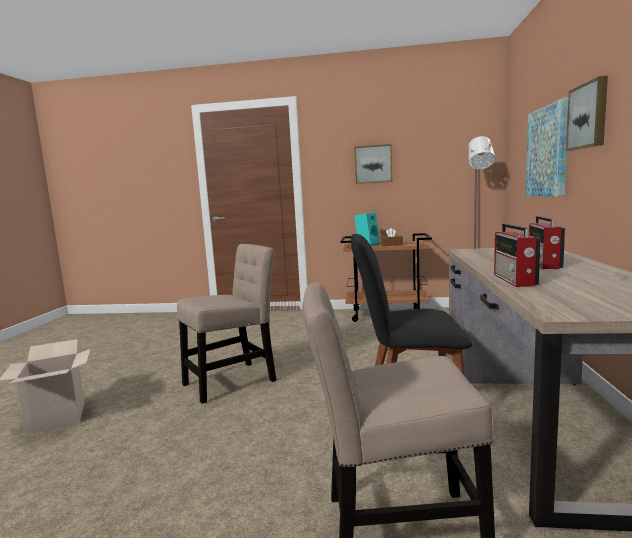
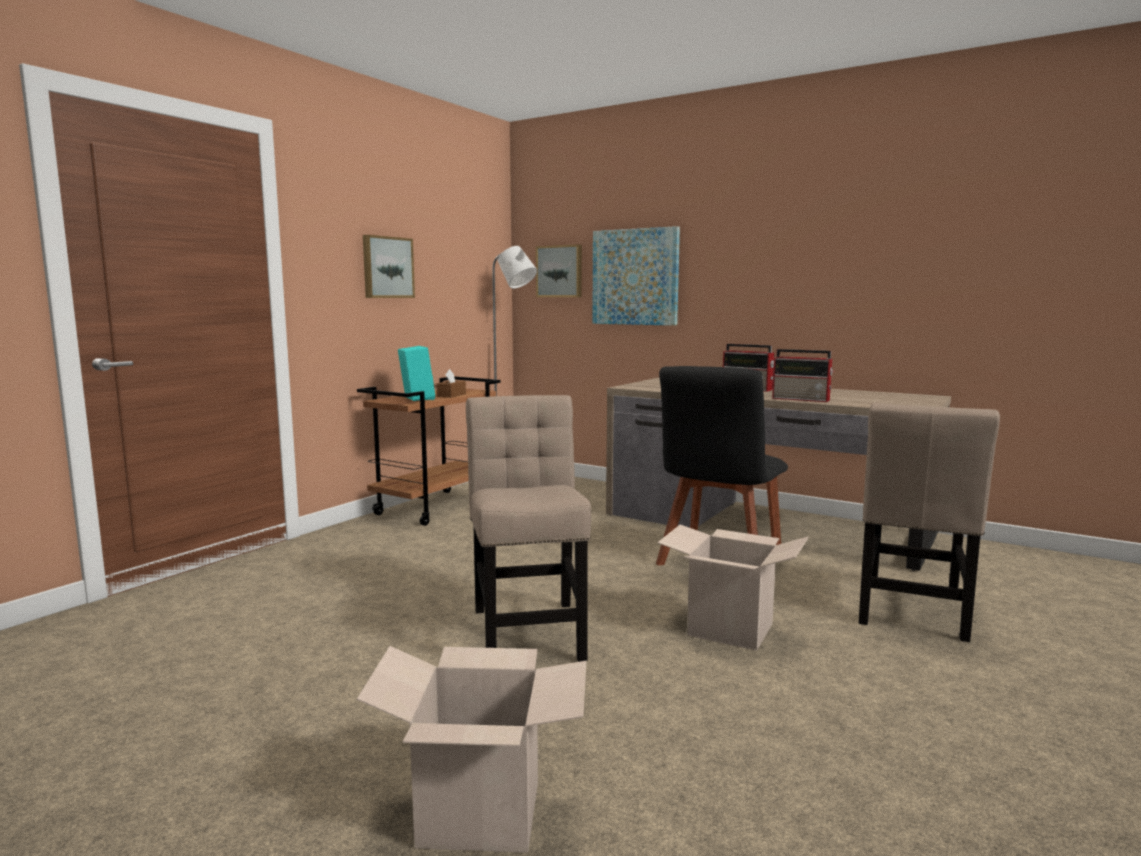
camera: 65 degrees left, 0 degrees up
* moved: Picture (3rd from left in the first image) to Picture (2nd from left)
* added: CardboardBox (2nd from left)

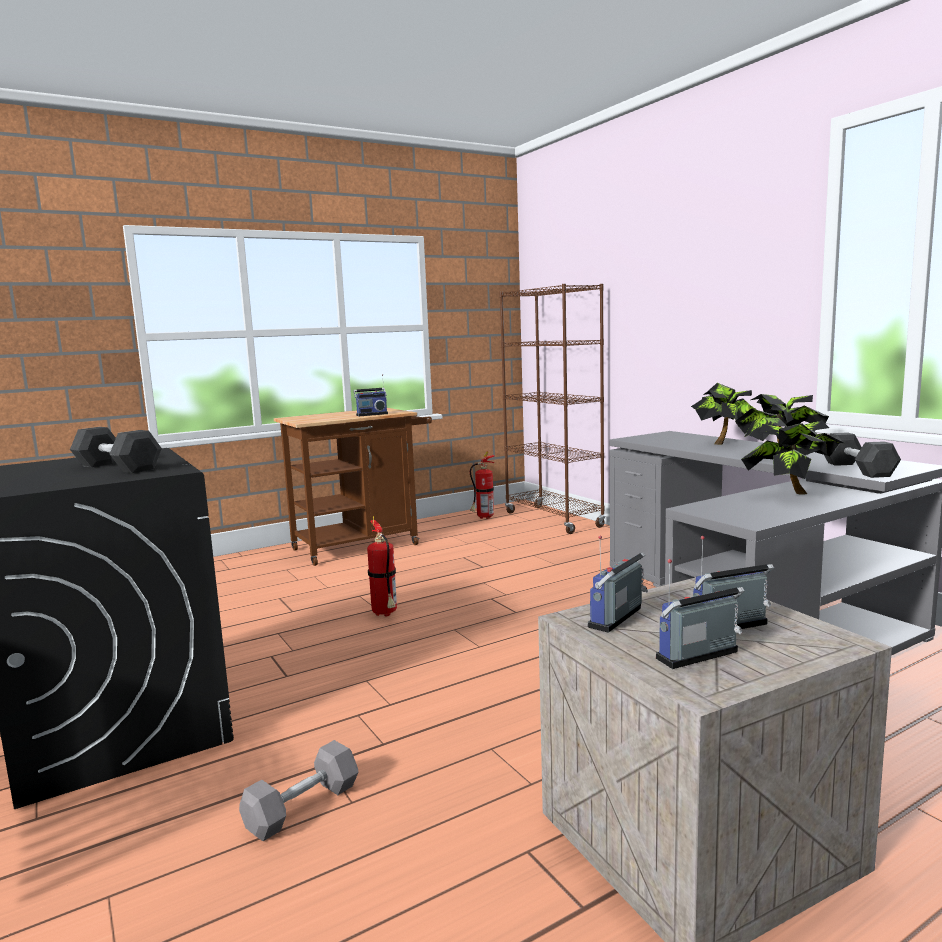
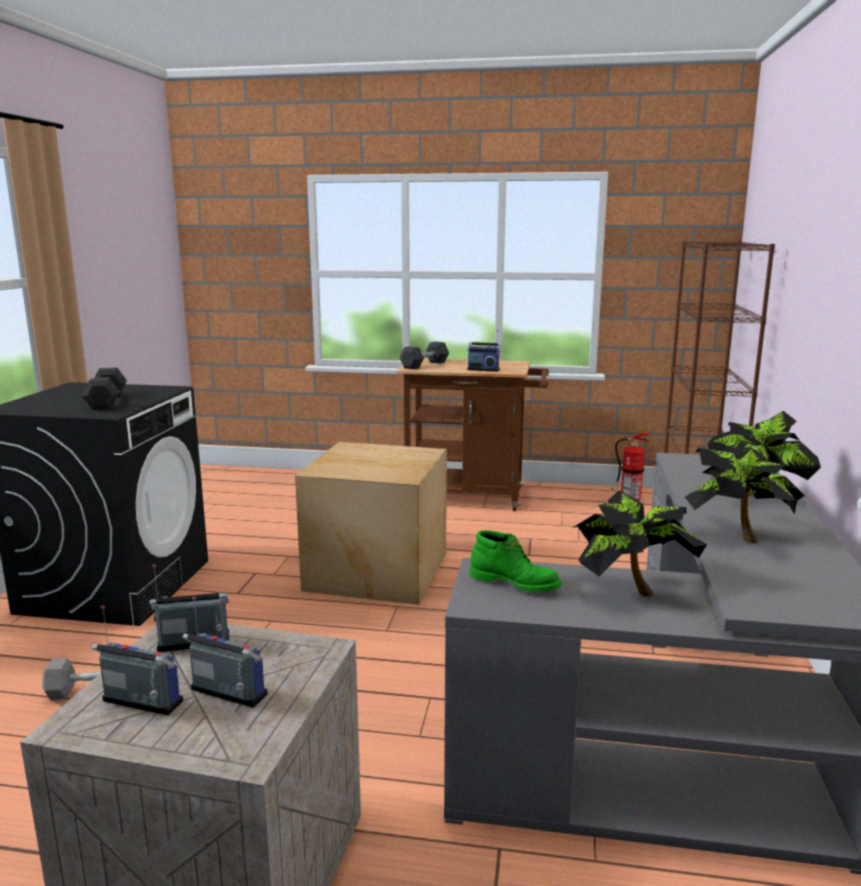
camera: 40 degrees right, 5 degrees up
* replaced: FireExtinguisher (1st from left) to CardboardBox
* moved: GreyDumbbell (3rd from left)
* added: GreenBoot

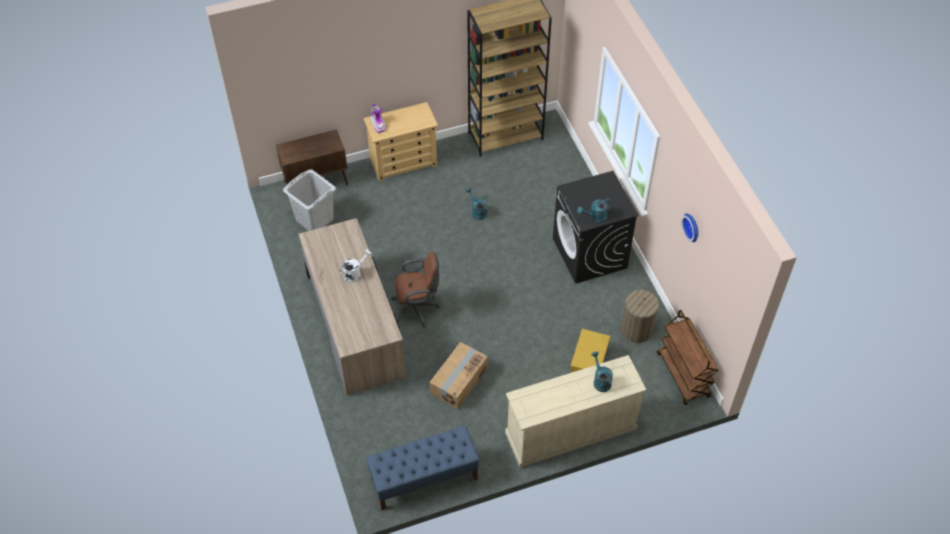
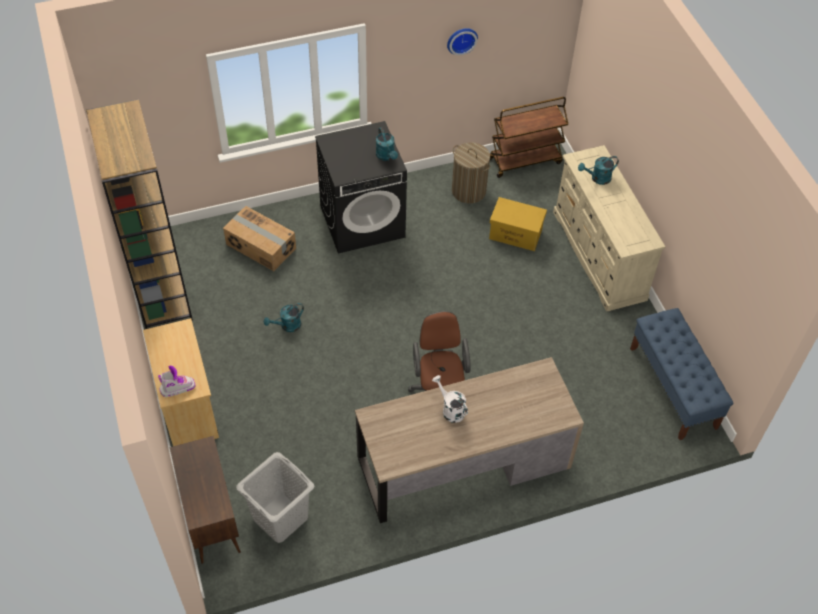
camera: 90 degrees left, 0 degrees up
* moved: CardboardBox

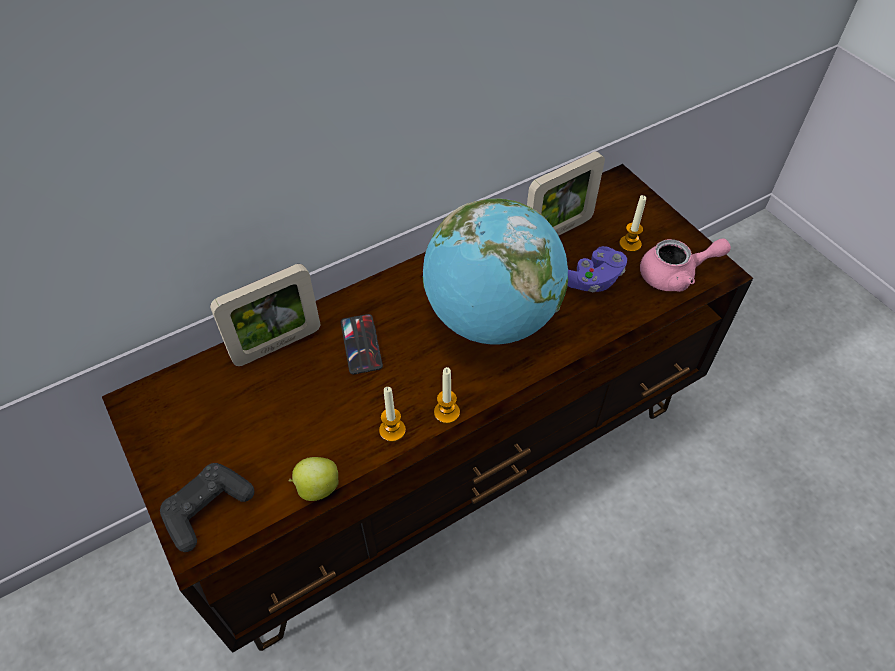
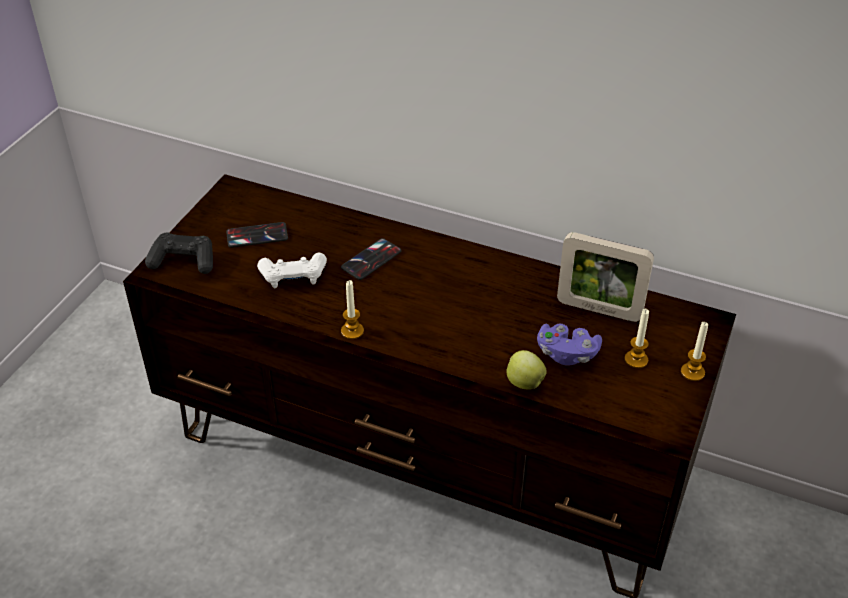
camera: 55 degrees right, 10 degrees down
* removed: PictureFrame (1st from left)
* moved: Apple
* moved: Candle (1st from left in the first image) to Candle (3rd from left)
* removed: Globe
* removed: PinkTeapot
* added: Phone (1st from left)
* added: WhiteGameController

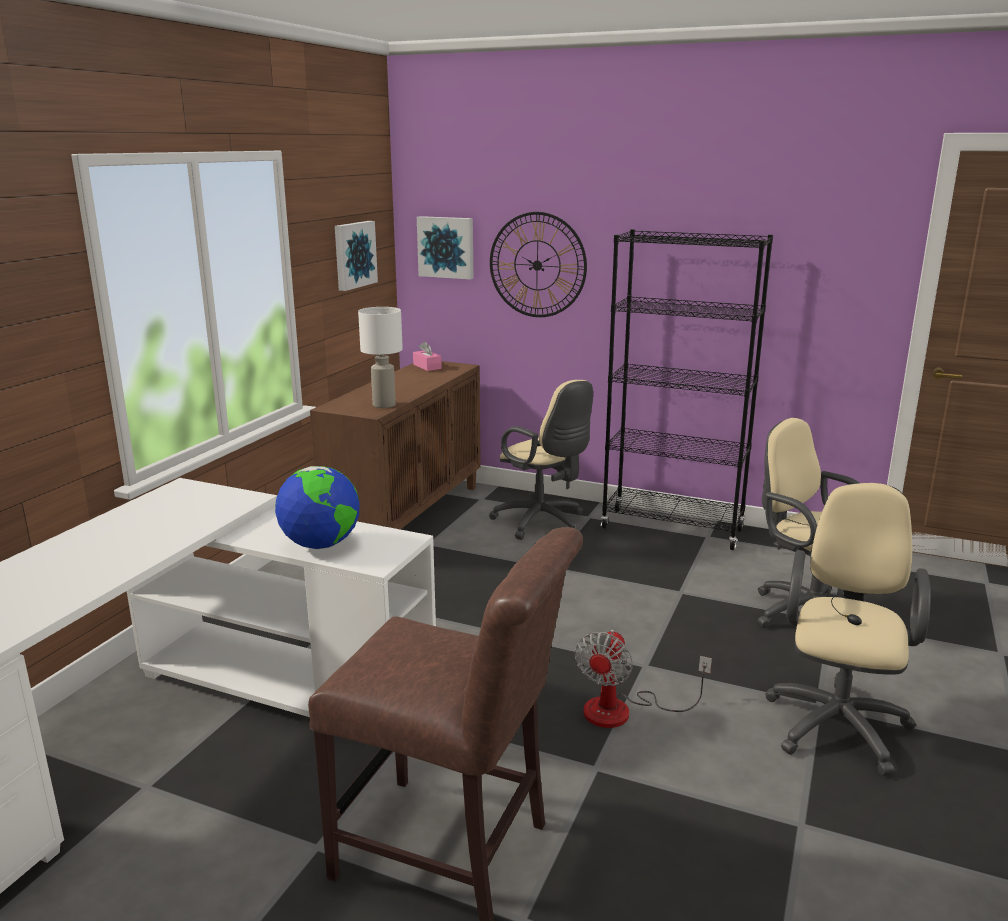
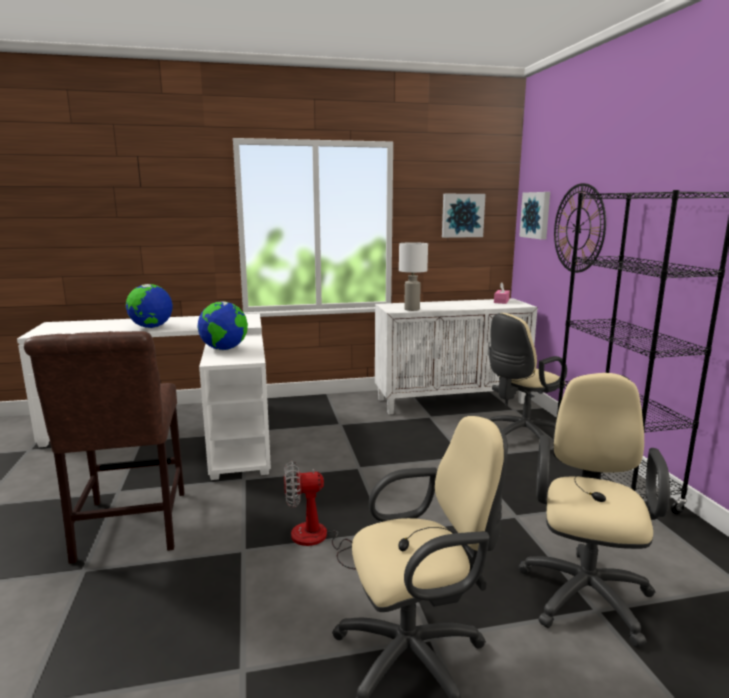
camera: 55 degrees right, 5 degrees down
* recoloured: BrownCabinet to WhiteCabinet
* turned: BeigeOfficeChair (1st from left in the first image) 45 degrees clockwise
* added: Globe (1st from left)

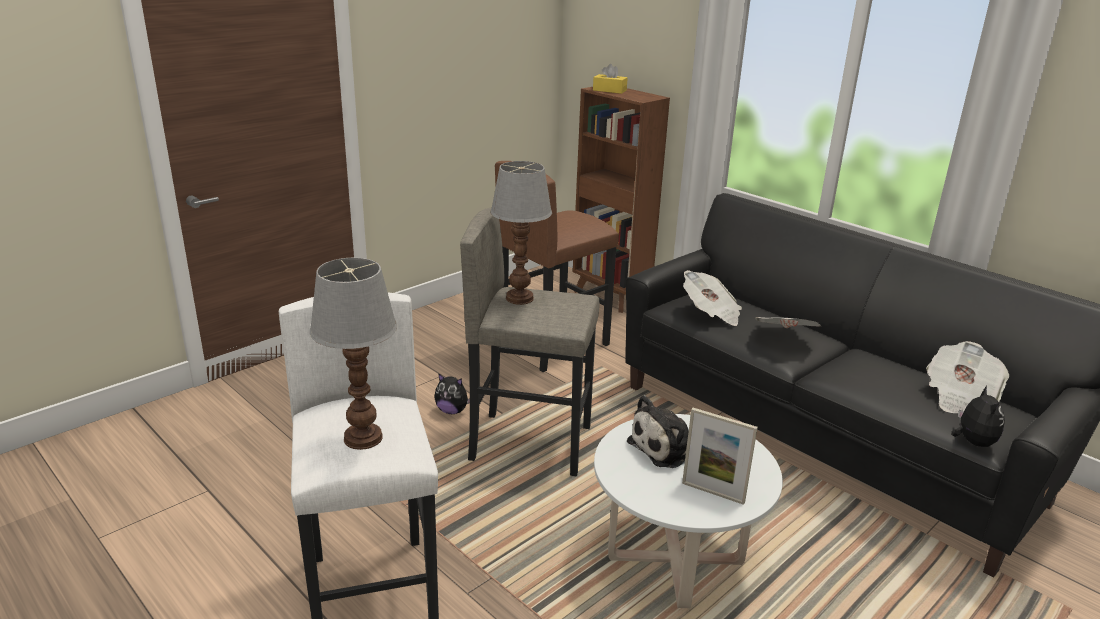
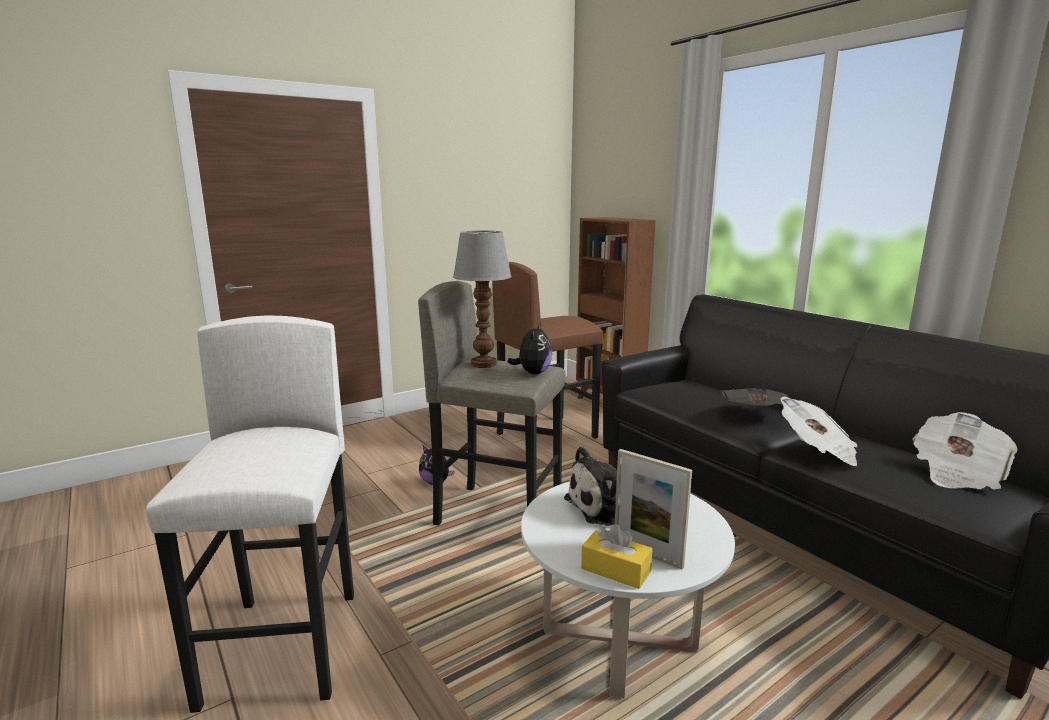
camera: 10 degrees right, 10 degrees down
* removed: TableLamp (1st from left)
* moved: YellowTissueBox
* moved: Newspaper (1st from left in the first image) to Newspaper (2nd from left)
* moved: PlushToy (3rd from left in the first image) to PlushToy (2nd from left)

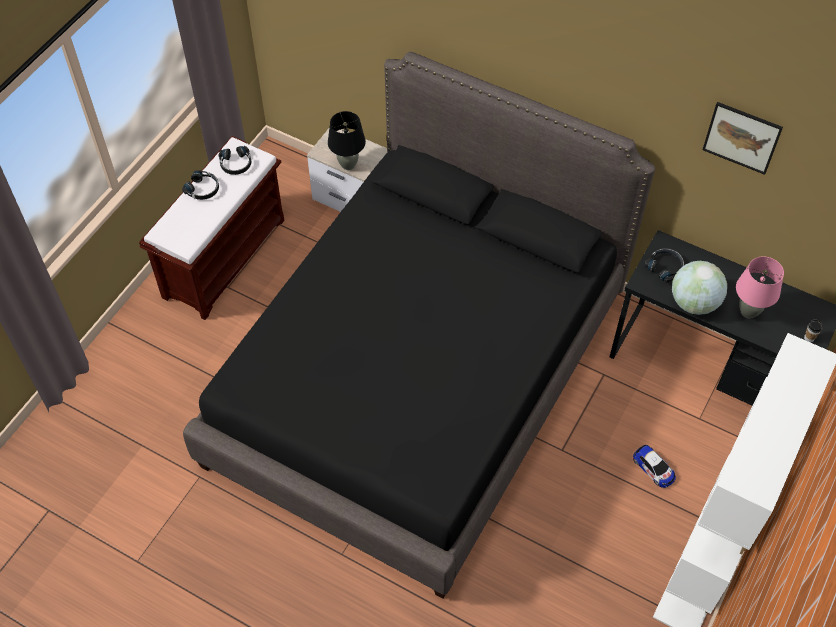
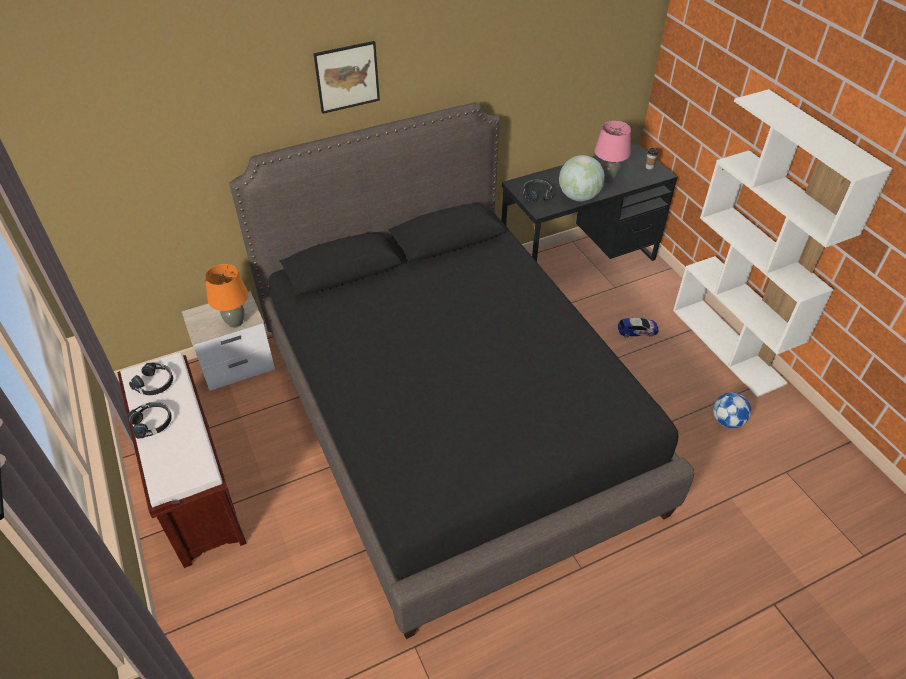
camera: 55 degrees left, 10 degrees down
* recoloured: BlackTableLamp to OrangeTableLamp
* moved: Picture
* added: Football

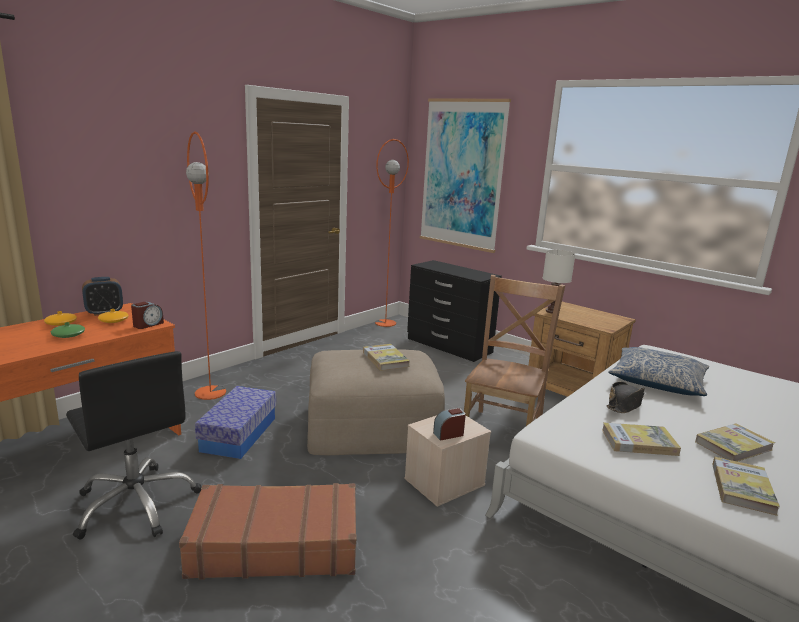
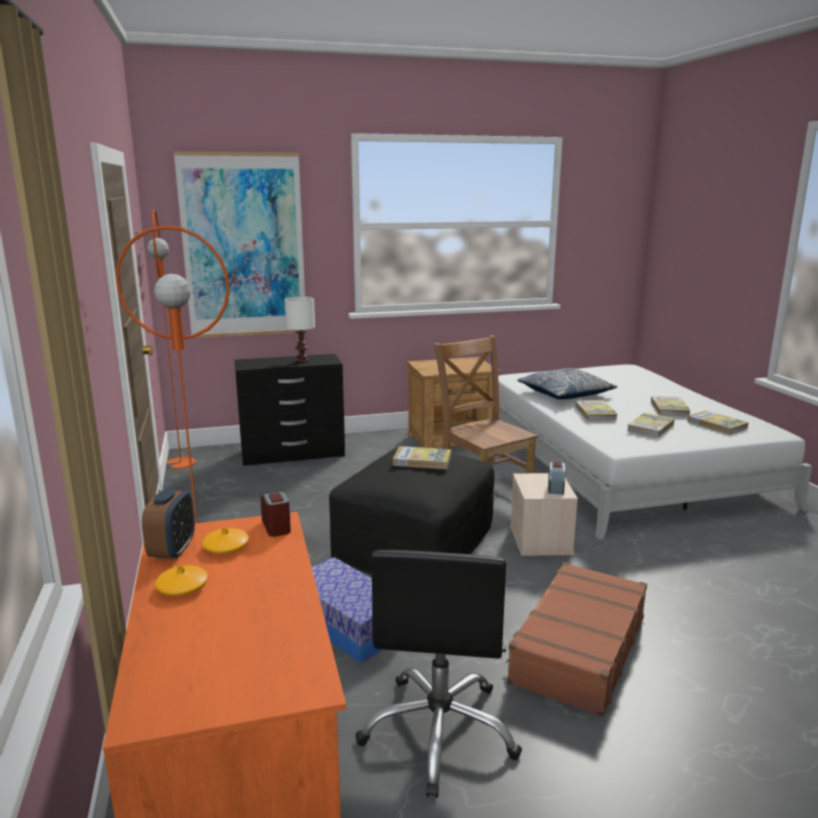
camera: 55 degrees left, 0 degrees up
* removed: GreenVase
* turned: BlackOfficeChair 105 degrees clockwise
* recoloured: BeigeOttoman to BlackOttoman
* moved: WhiteTableLamp
* replaced: BlackHat to Book (2nd from left)

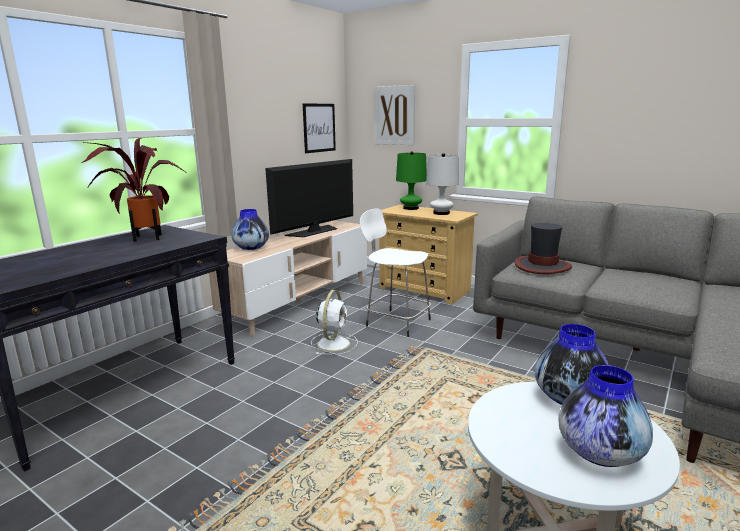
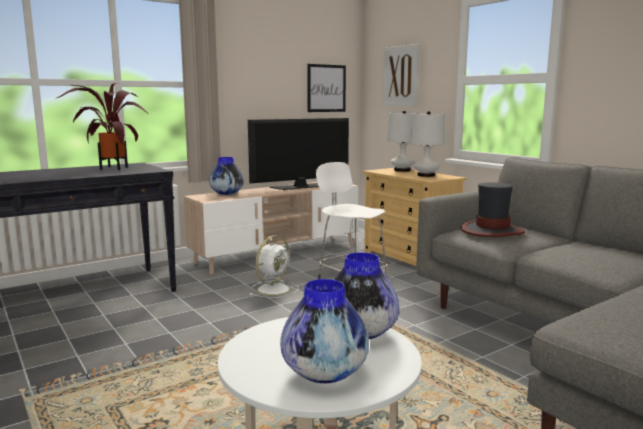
camera: 20 degrees right, 5 degrees down
* recoloured: GreenTableLamp to WhiteTableLamp (1st from left)

